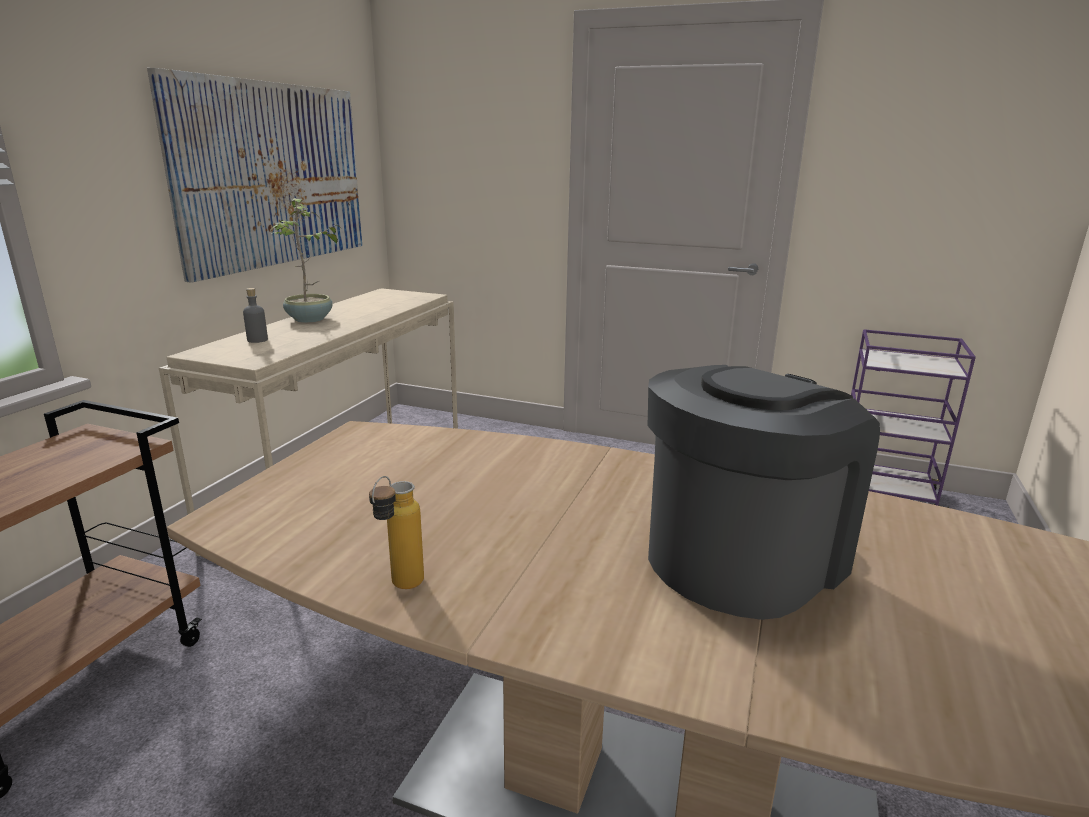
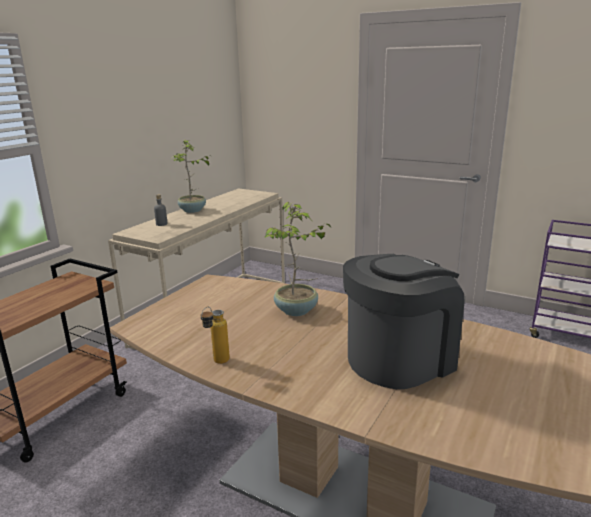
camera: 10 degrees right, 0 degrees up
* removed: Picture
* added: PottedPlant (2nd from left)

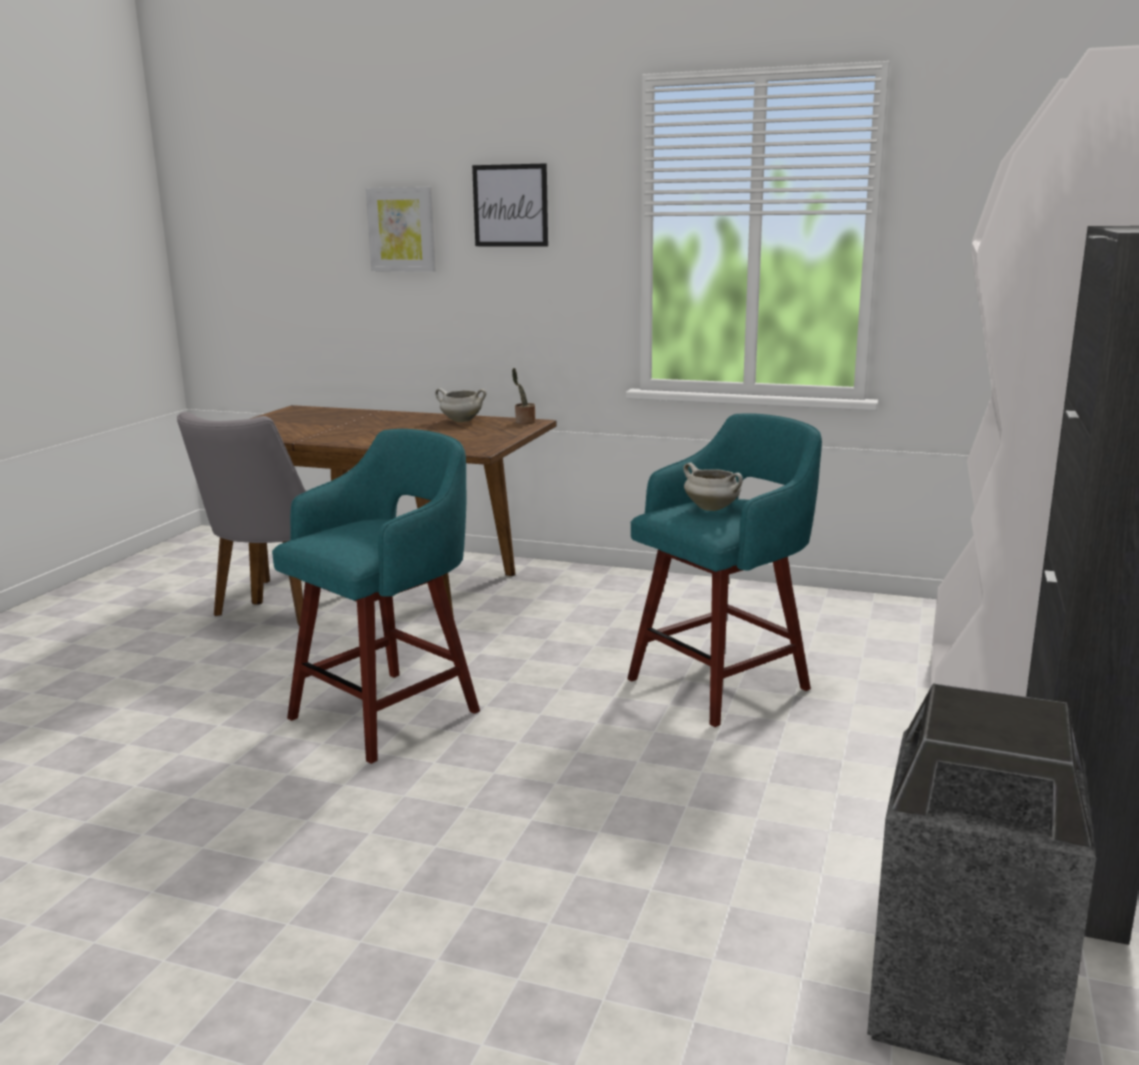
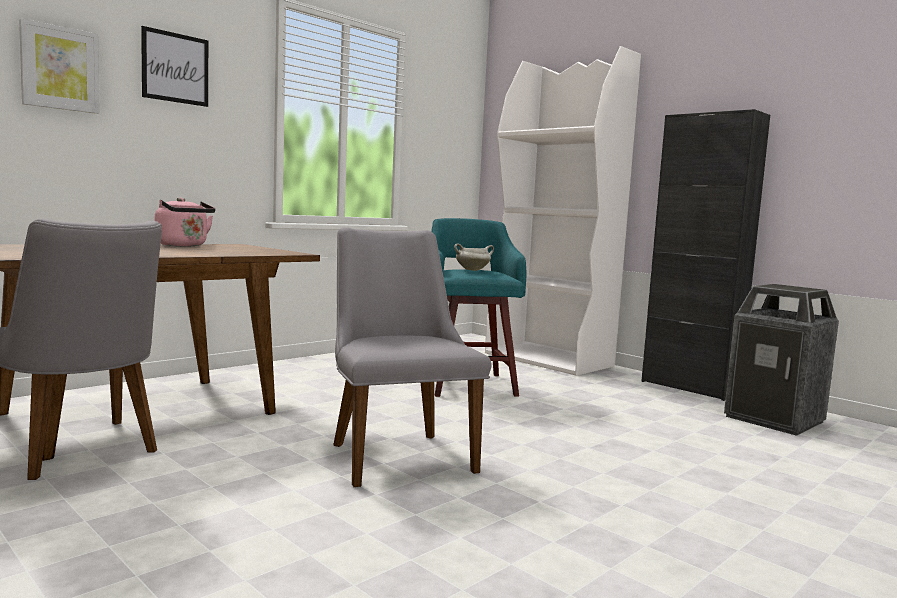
camera: 65 degrees left, 10 degrees down
* replaced: TurquoiseStool (1st from left) to GreyChair (2nd from left)
* replaced: WhiteCookingPot (1st from left) to PinkKettle
* removed: PottedPlant

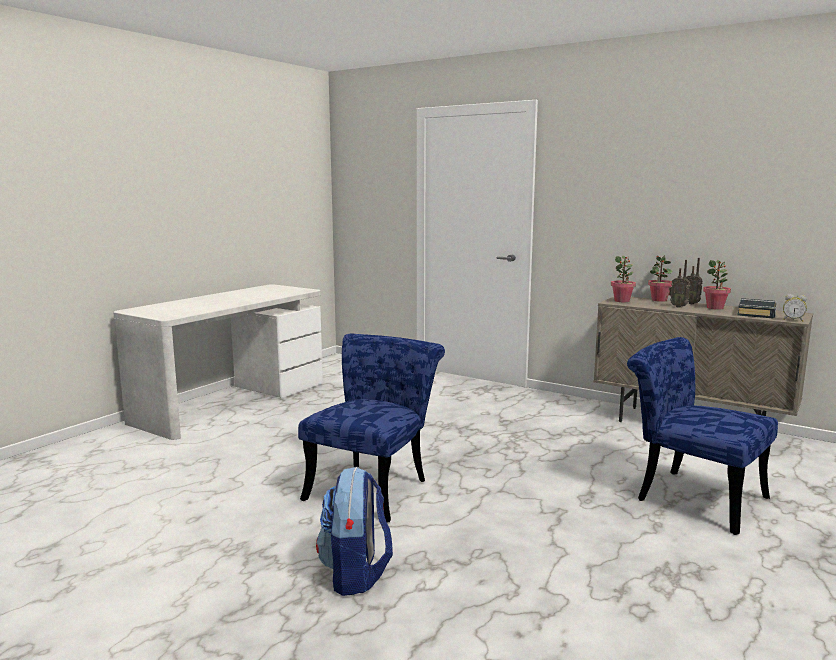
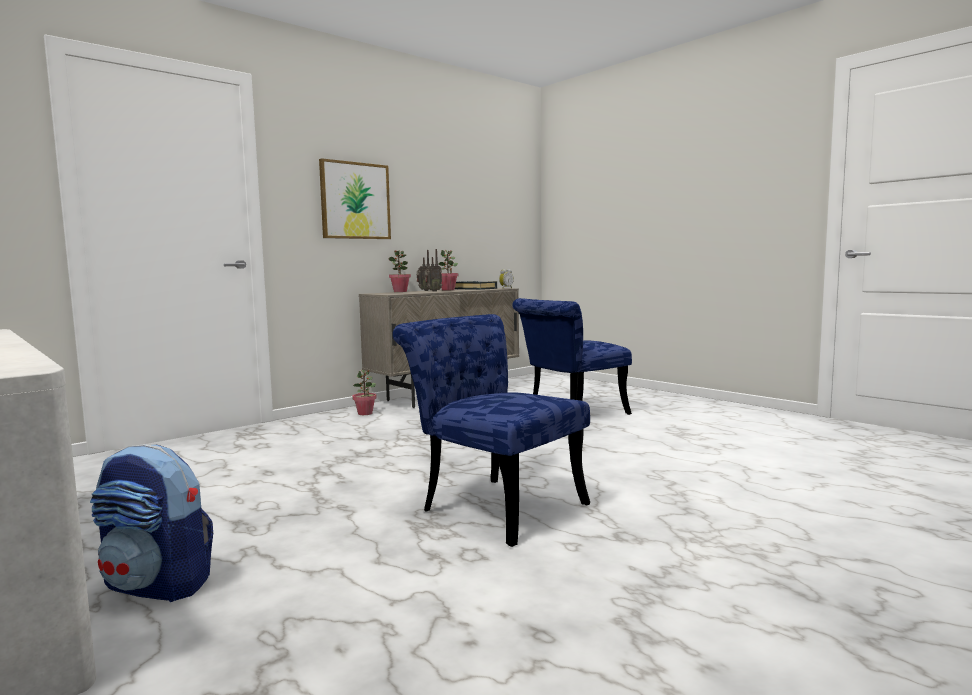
camera: 75 degrees left, 5 degrees down
* moved: Backpack
* moved: PottedPlant (1st from left)
* added: Picture

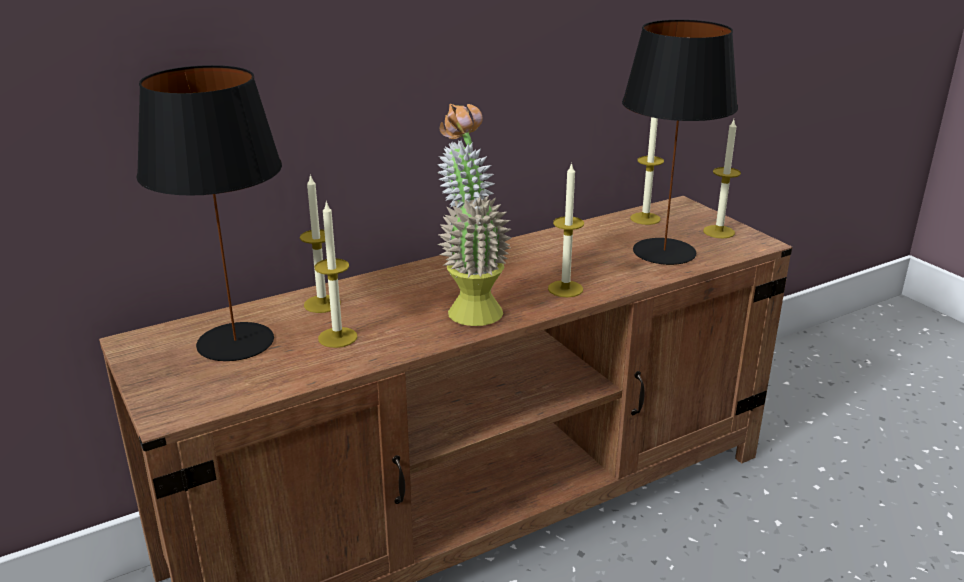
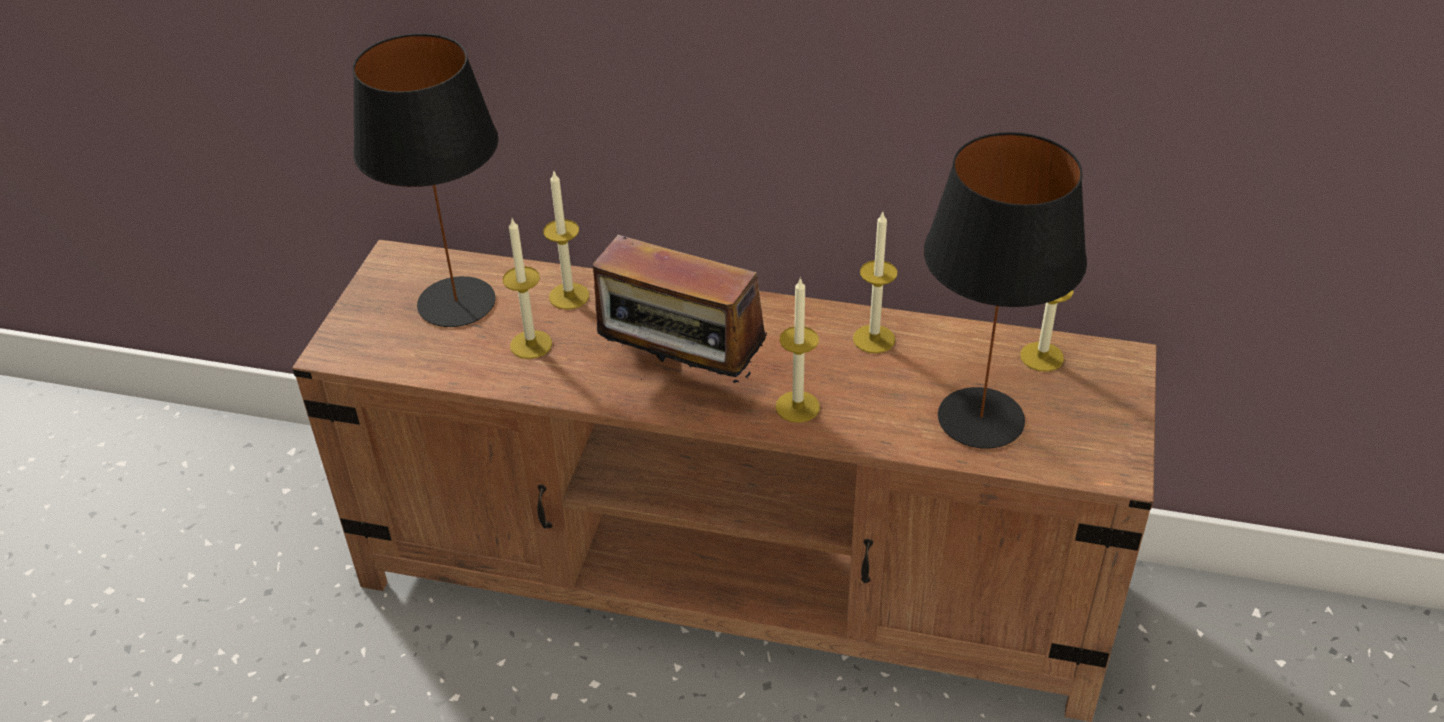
camera: 45 degrees right, 15 degrees up
* replaced: PottedPlant to Radio
* moved: Candle (5th from left in the first image) to Candle (4th from left)

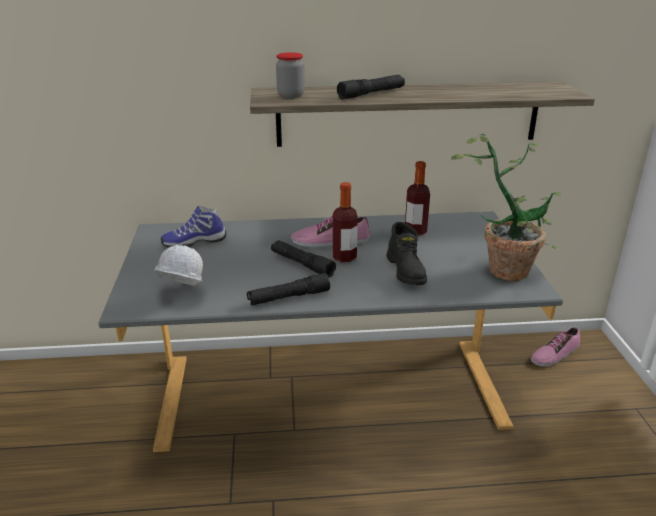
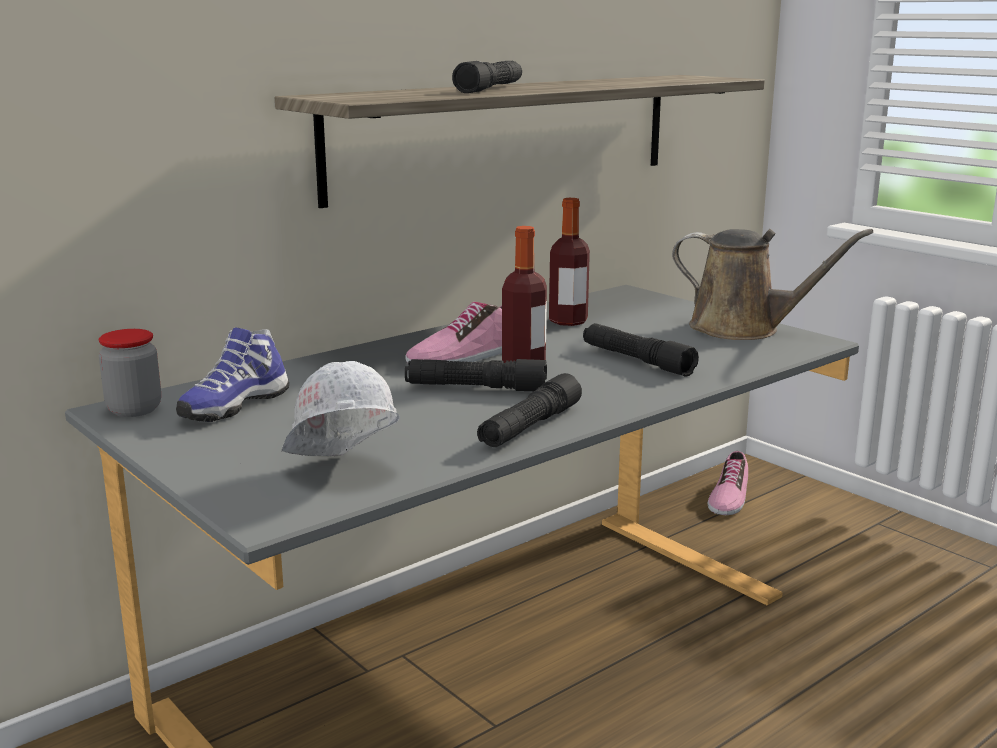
camera: 35 degrees left, 10 degrees down
* moved: Jar
* replaced: BlackBoot to BlackFlashlight (4th from left)
* replaced: PottedPlant to BrownWateringCan

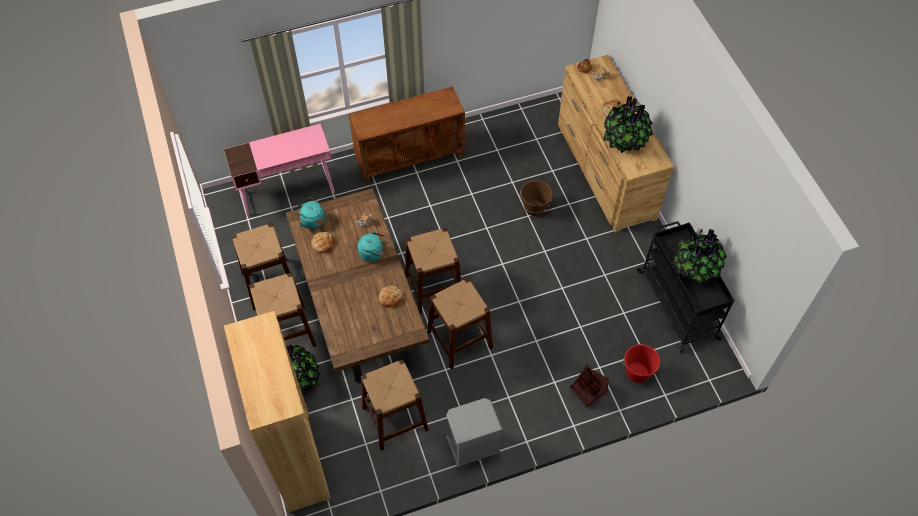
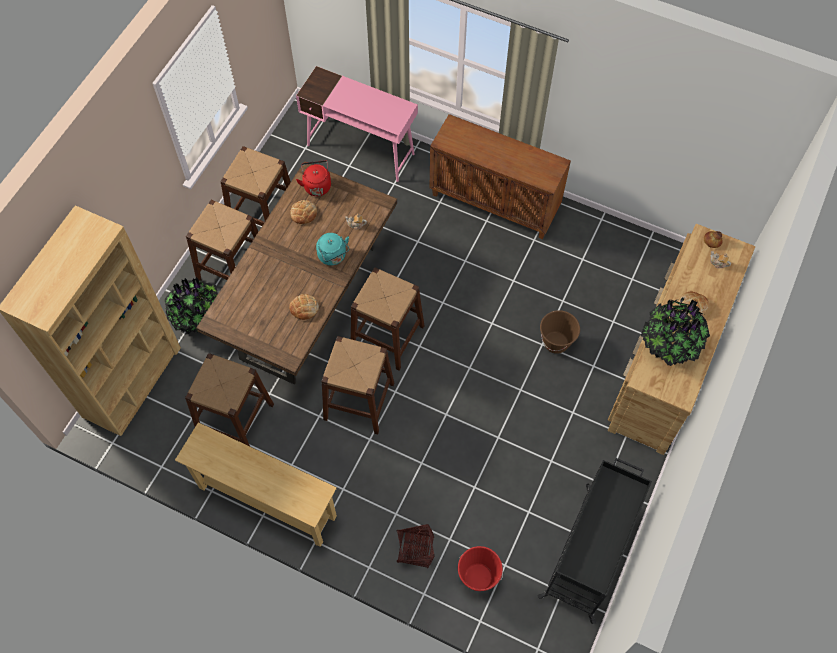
camera: 45 degrees right, 5 degrees up
* recoloured: TurquoiseKettle (1st from left) to RedKettle
* replaced: GreyNightstand to BeigeConsoleTable
* removed: PottedPlant (3rd from left)

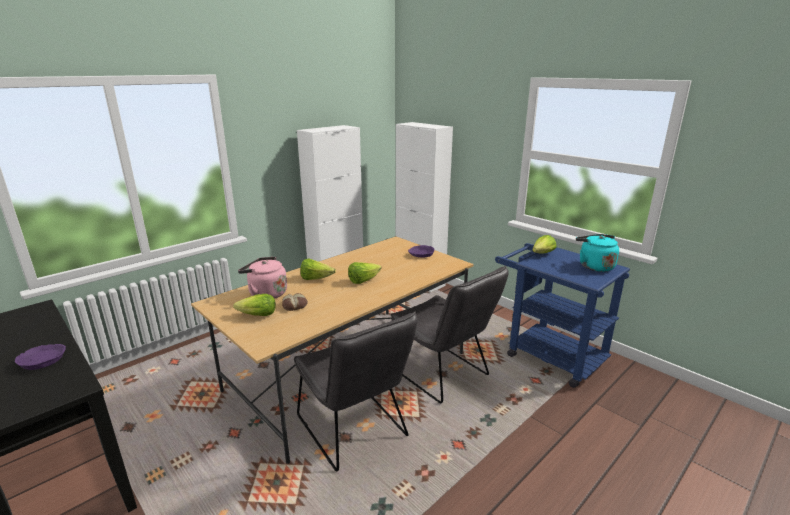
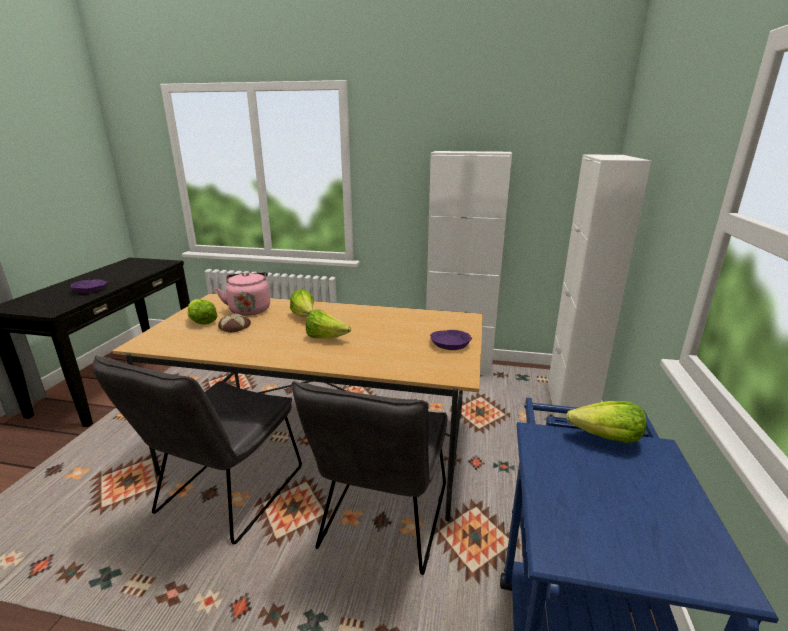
camera: 55 degrees right, 0 degrees up
* removed: TurquoiseKettle

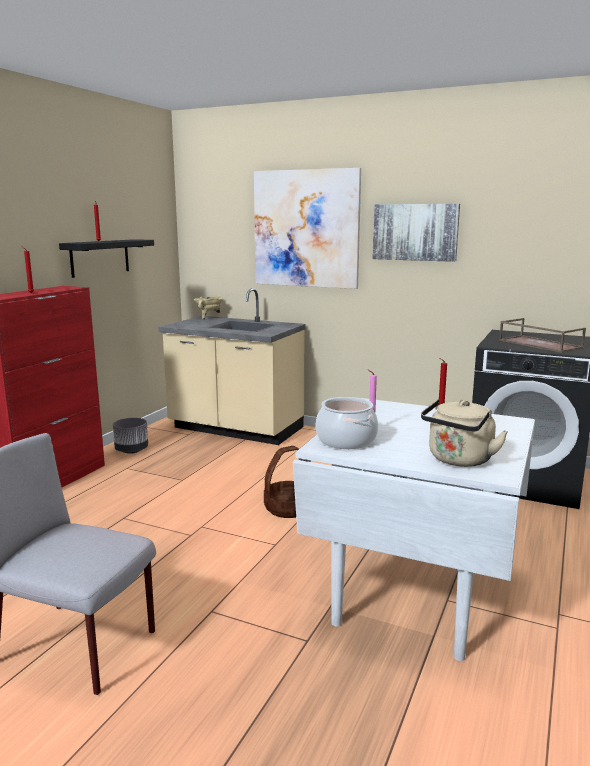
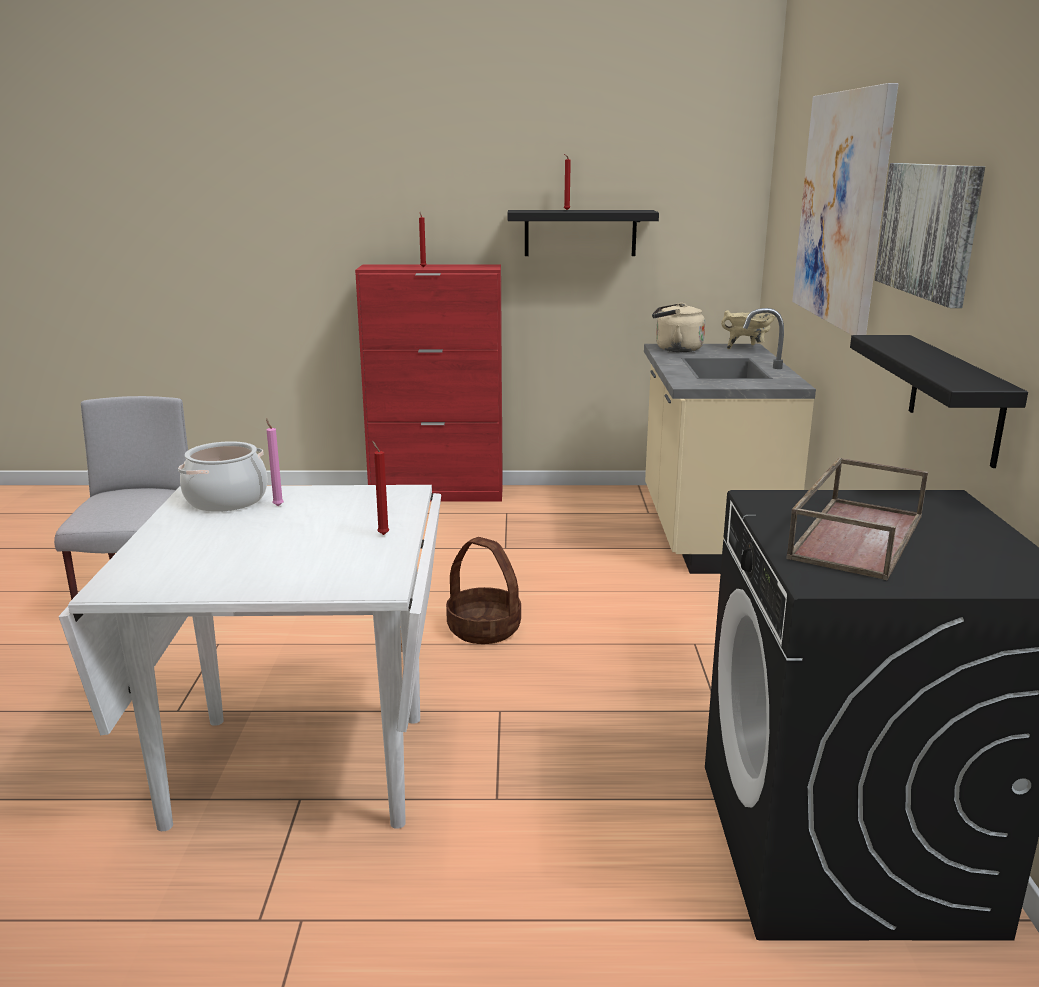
camera: 65 degrees right, 5 degrees up
* removed: GreyPlanter
* moved: BeigeKettle
* added: BlackShelf (2nd from left)

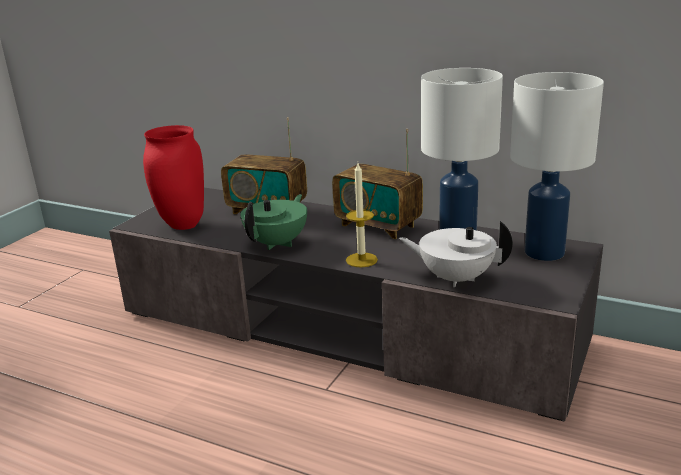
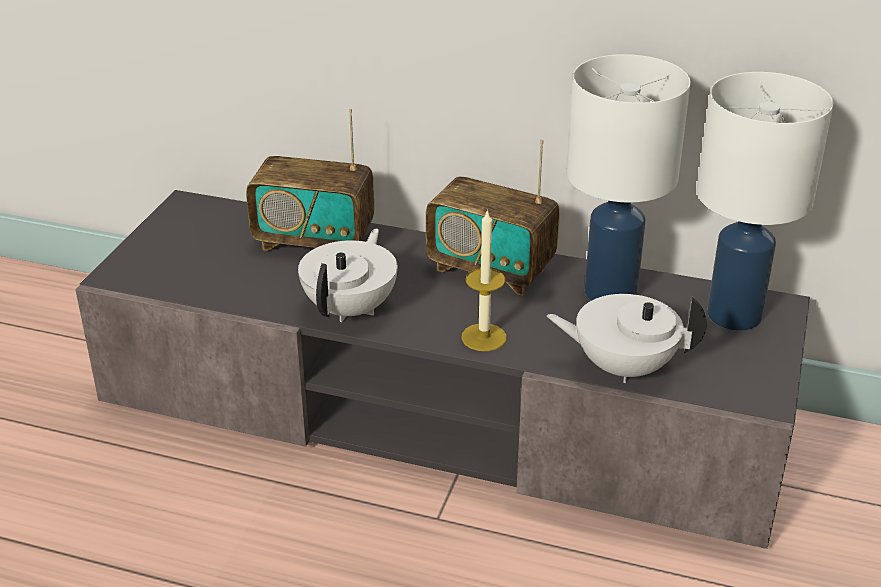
camera: 10 degrees left, 10 degrees up
* removed: RedVase
* recoloured: GreenTeapot to WhiteTeapot (1st from left)

